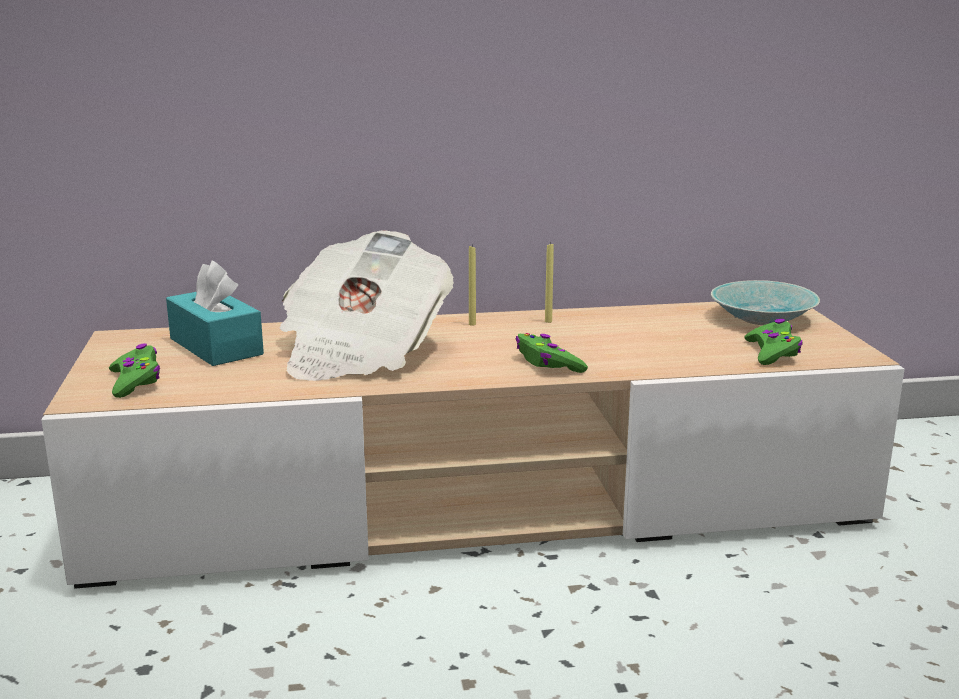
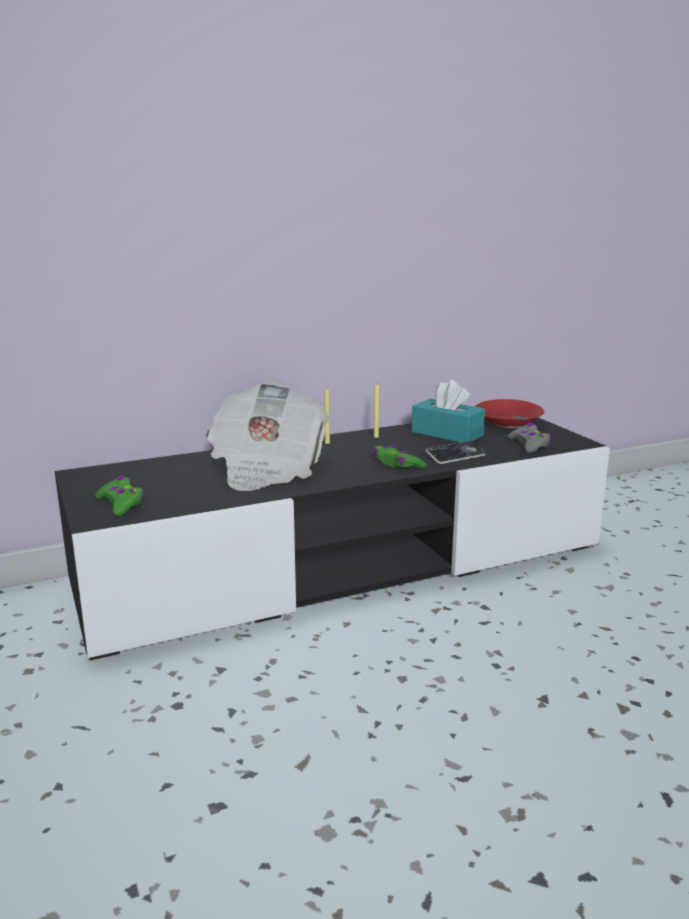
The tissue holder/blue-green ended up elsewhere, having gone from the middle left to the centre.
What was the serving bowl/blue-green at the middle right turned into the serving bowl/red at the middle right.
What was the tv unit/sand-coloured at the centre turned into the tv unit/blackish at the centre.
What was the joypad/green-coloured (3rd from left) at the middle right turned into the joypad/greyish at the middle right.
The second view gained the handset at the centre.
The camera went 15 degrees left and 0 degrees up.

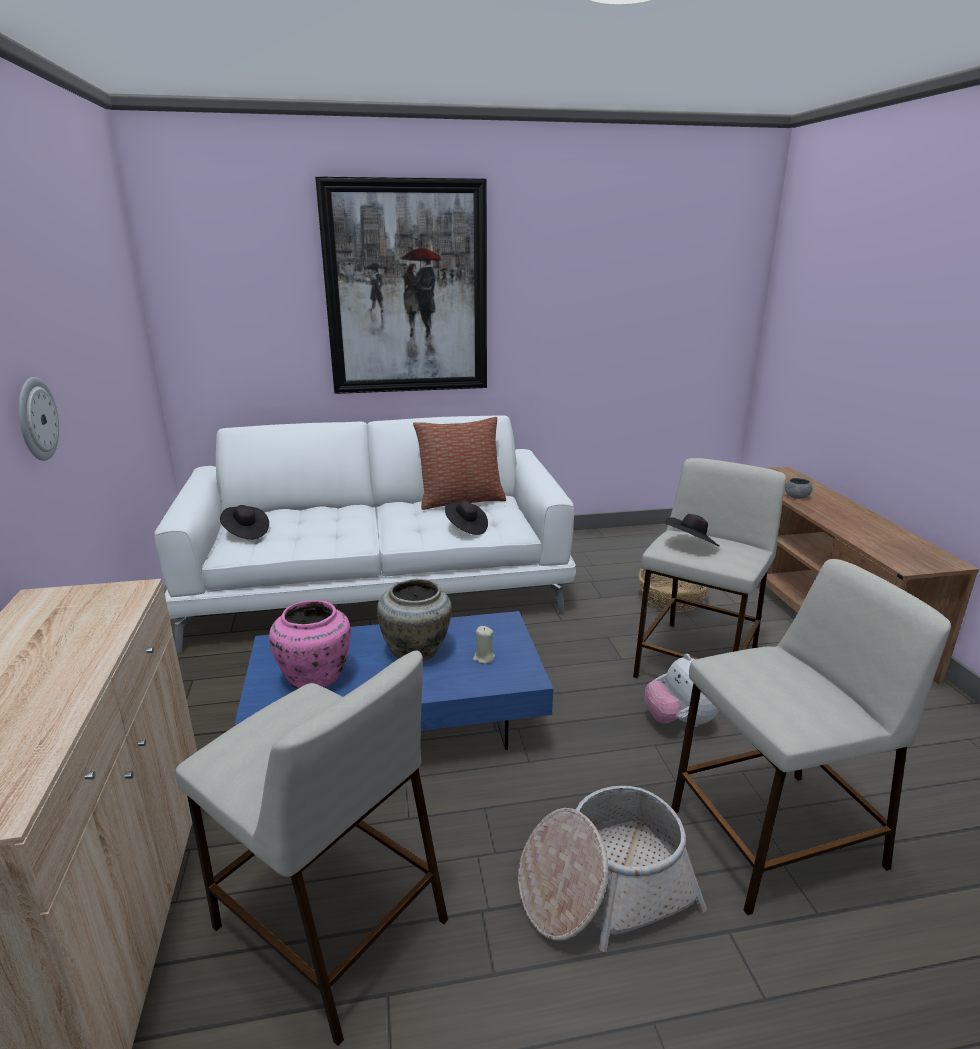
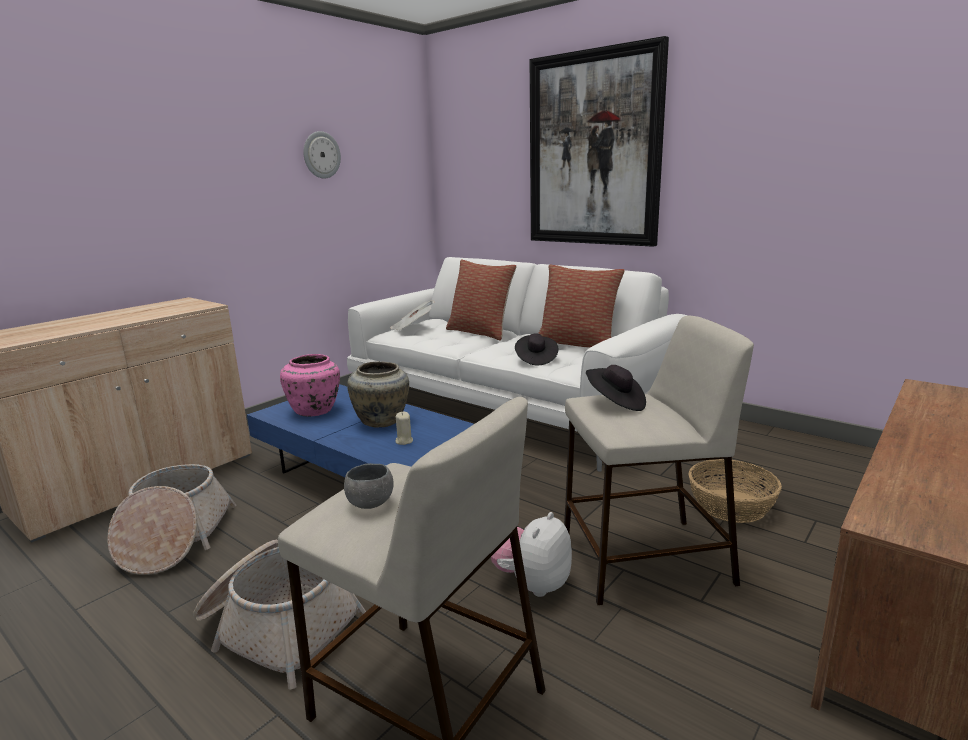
The wall clock ended up elsewhere, having gone from the middle left to the top left.
The serving bowl/greyish ended up elsewhere, having gone from the middle right to the centre.
Where the wearable hat/blackish (1st from left) stood at the middle left, the newspaper came to stand at the centre.
Where the stool seat/sand-coloured (1st from left) stood at the bottom left, the storage basket (1st from left) came to stand at the bottom left.
The second view gained the throw pillow (1st from left) at the centre.
The camera went 50 degrees right and 5 degrees down.

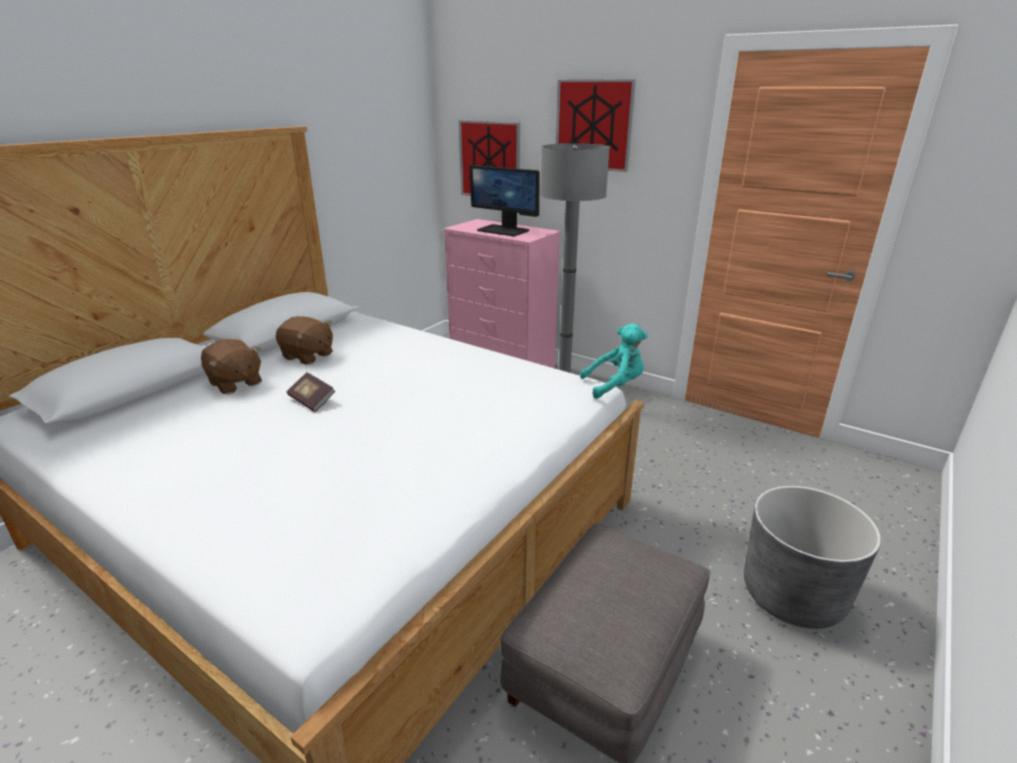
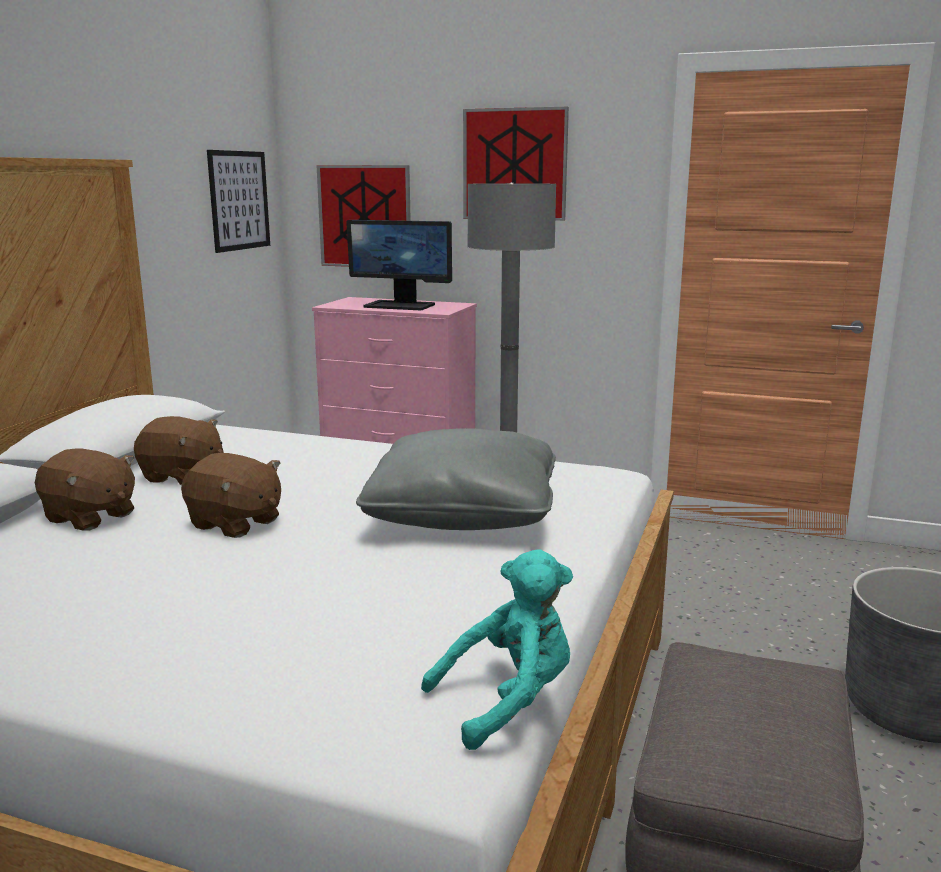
The cuddly toy/blue-green ended up elsewhere, having gone from the centre to the bottom centre.
Where the book stood at the middle left, the cuddly toy/brown (3rd from left) came to stand at the middle left.
The second view gained the wall picture (1st from left) at the top left.
The second view gained the throw pillow/greyish at the centre.
The camera went 15 degrees left and 10 degrees down.

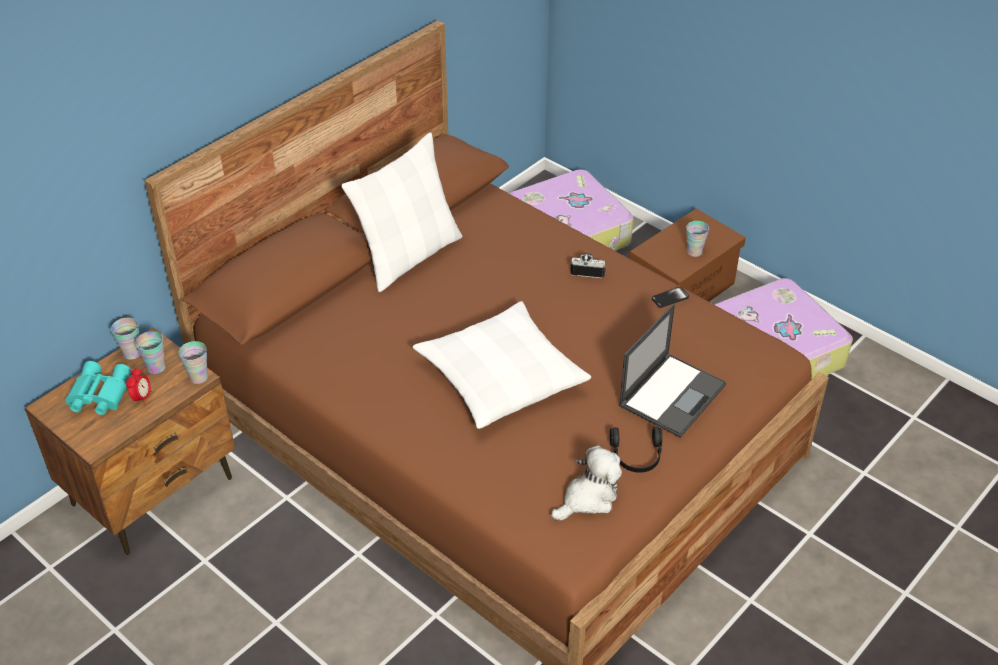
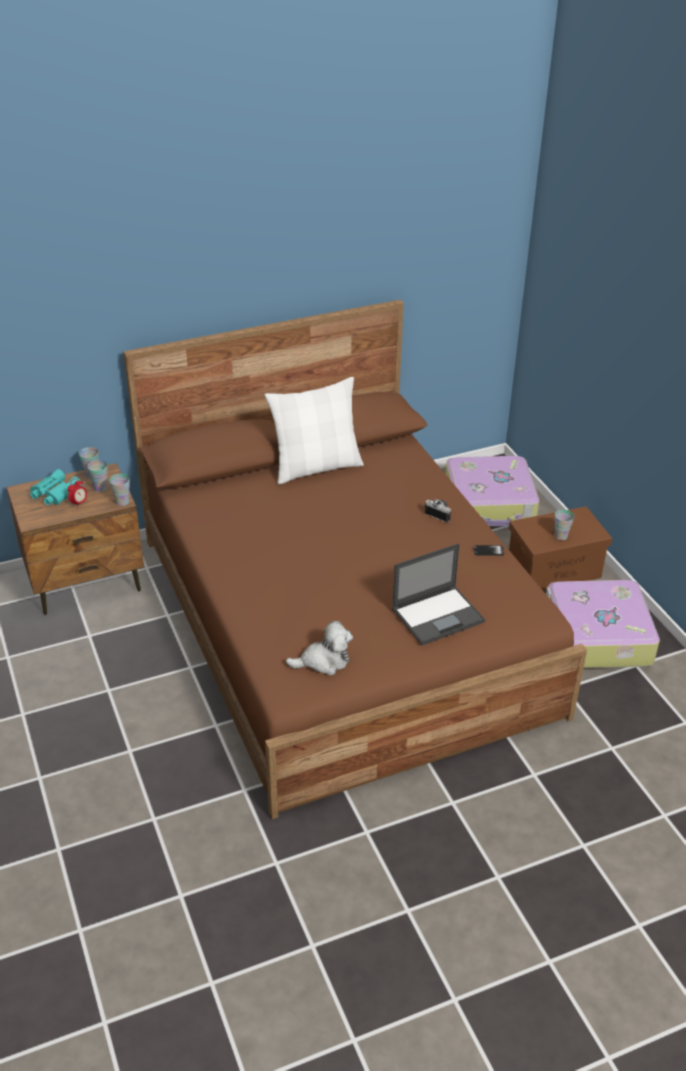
The second view lost the throw pillow/white-coloured (2nd from left) at the centre.
The second view lost the headphones/blackish at the bottom centre.
The camera went 25 degrees right and 5 degrees down.

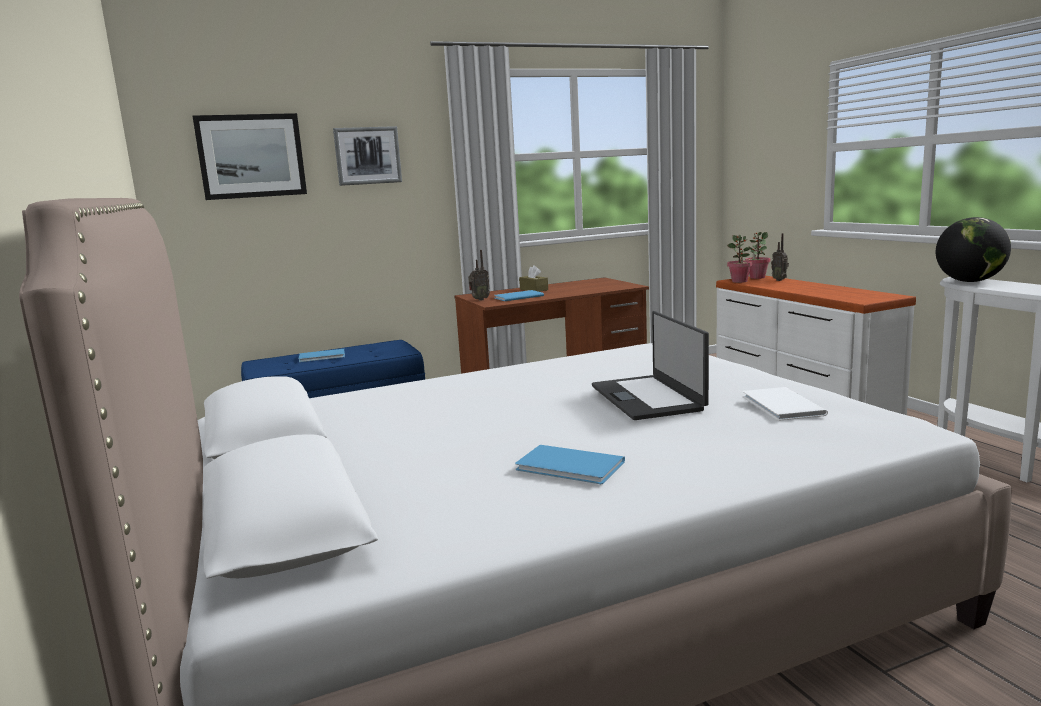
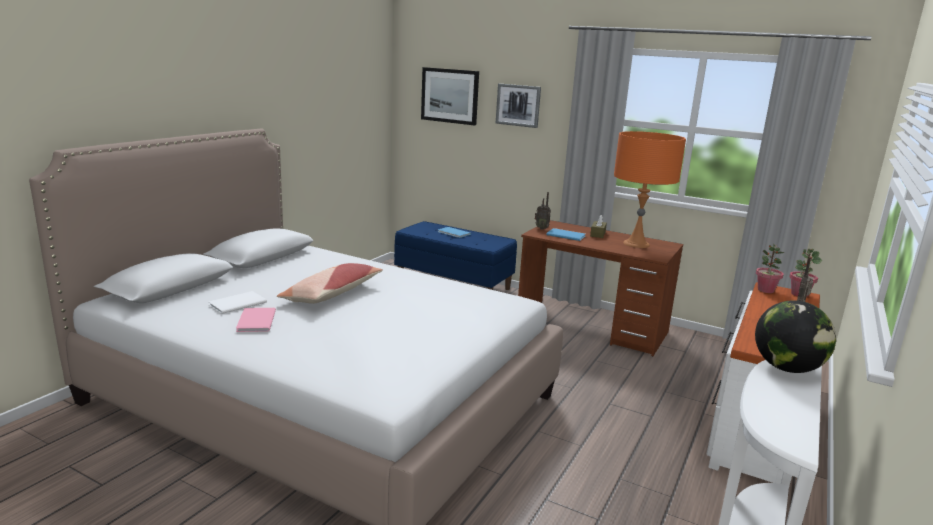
The second view lost the notebook computer at the centre.
The book/white-coloured ended up elsewhere, having gone from the middle right to the middle left.
What was the book/blue (3rd from left) at the centre turned into the book/pink at the middle left.
The second view gained the lamp for a table/orangey at the middle right.
The second view gained the throw pillow at the centre.
The camera went 50 degrees right and 5 degrees up.

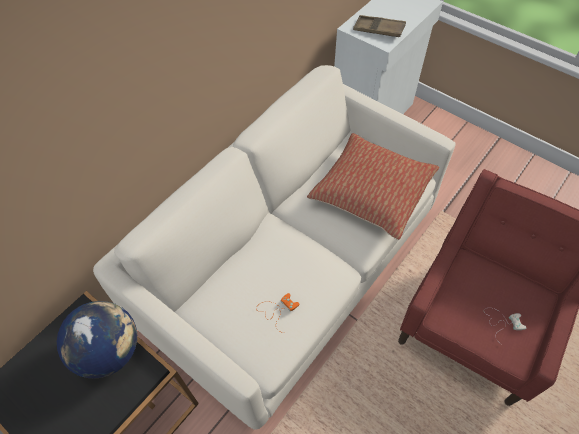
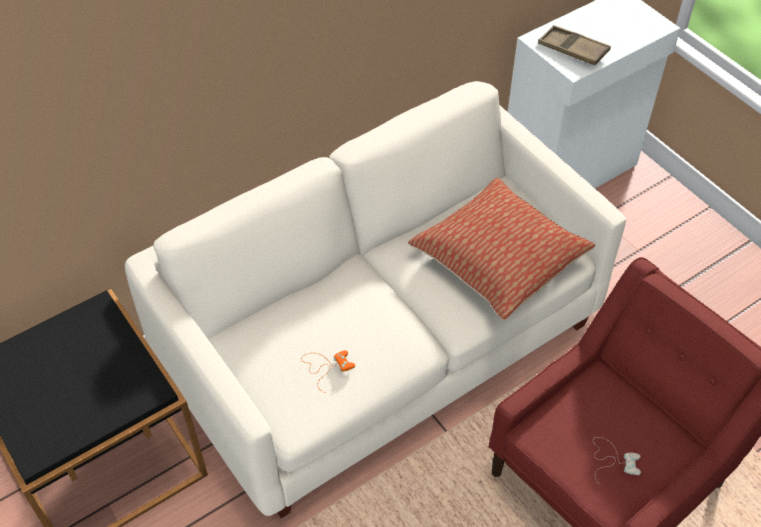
The second view lost the globe at the bottom left.
The camera went 15 degrees right and 5 degrees down.

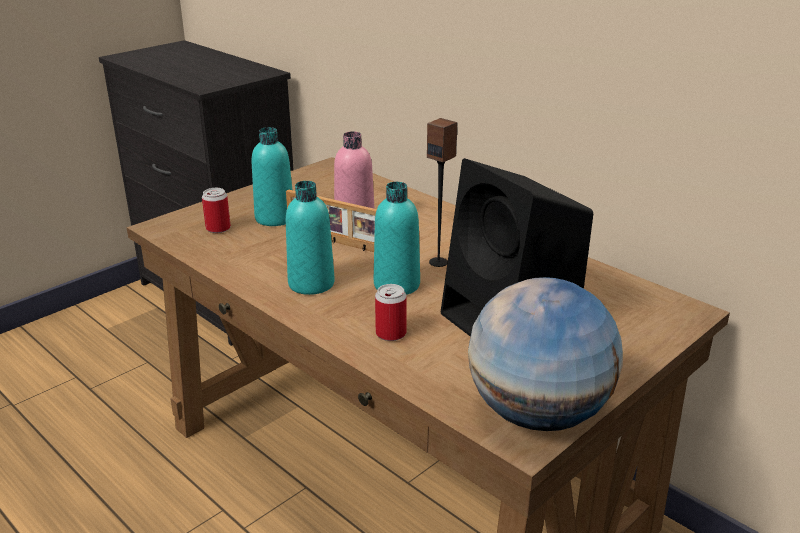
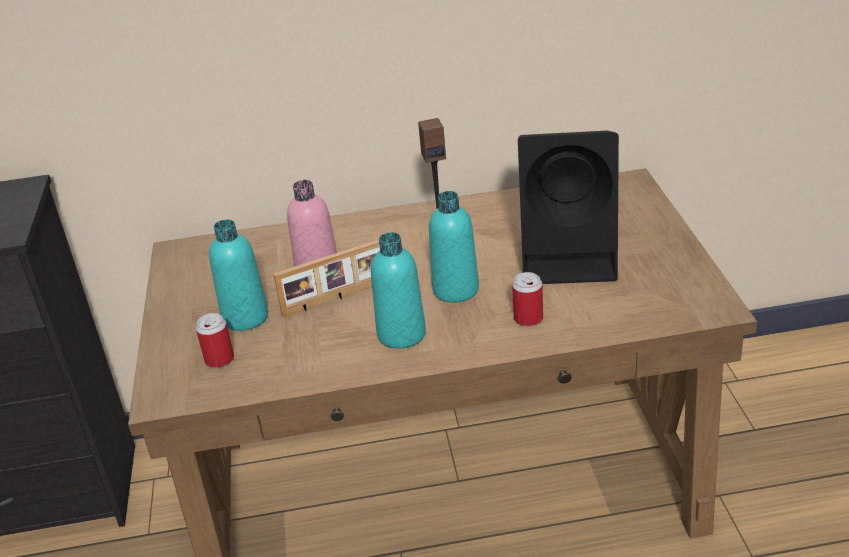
The second view lost the globe at the middle right.
The camera went 50 degrees left and 5 degrees up.

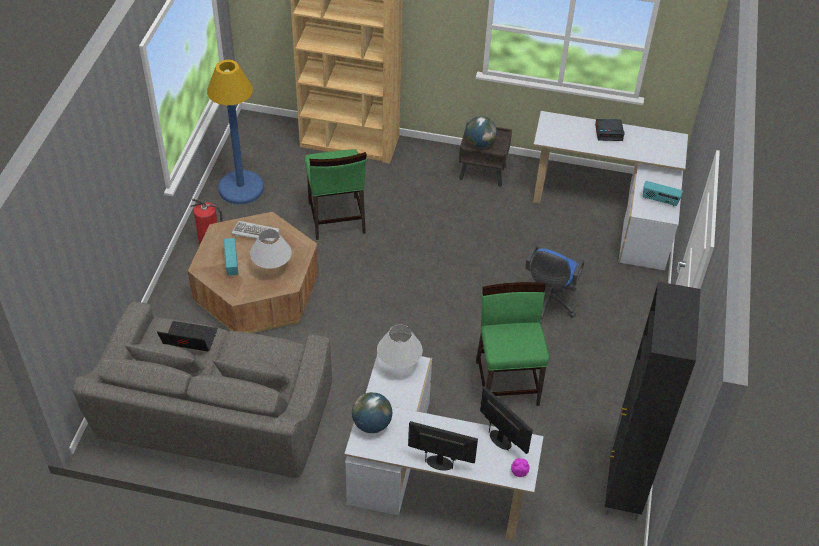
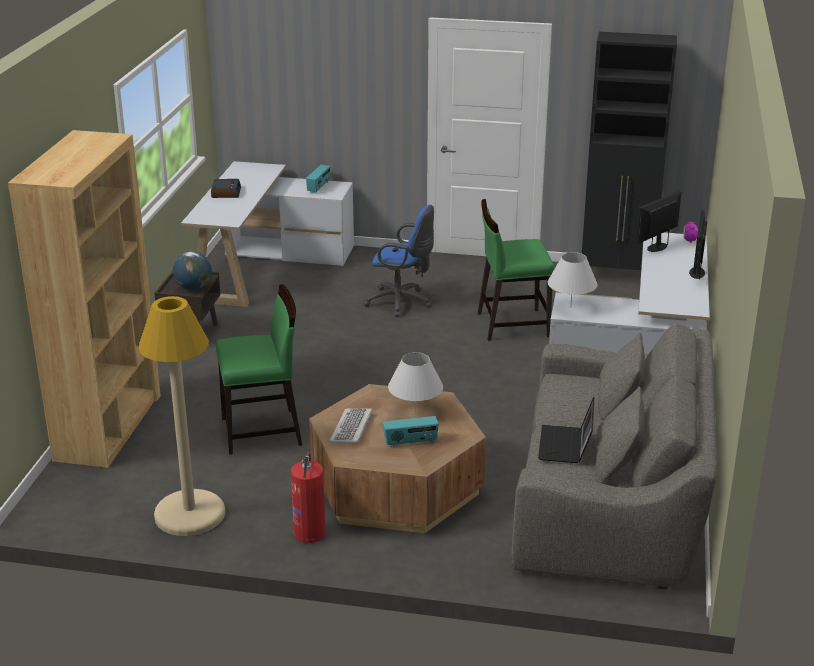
What was the standard lamp/blue at the top left turned into the standard lamp/sand-coloured at the middle left.
The second view lost the globe (1st from left) at the bottom centre.
The camera went 90 degrees left and 20 degrees down.

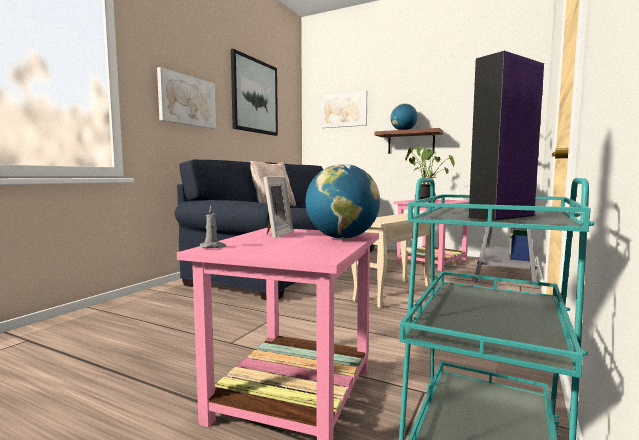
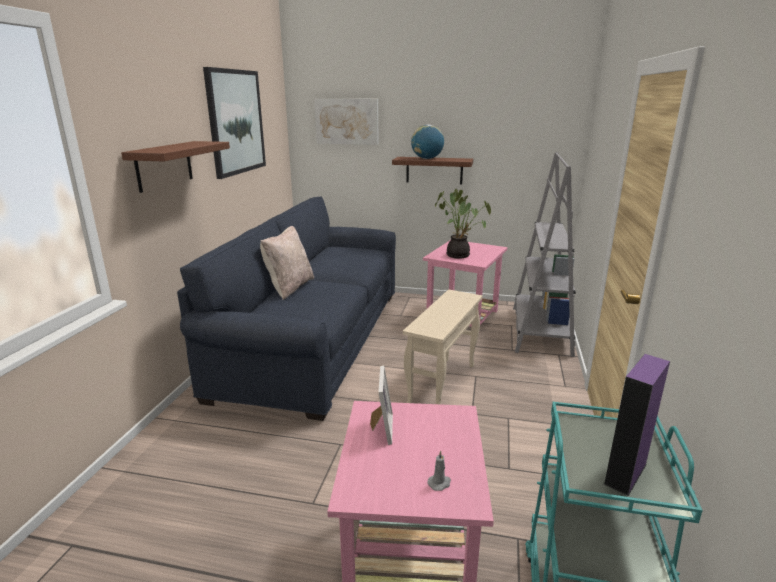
Where the wall picture (1st from left) hung at the top left, the bracket shelf/brown (1st from left) came to hang at the top left.
The second view lost the globe (1st from left) at the centre.
The wax candle/greyish ended up elsewhere, having gone from the centre to the bottom centre.
The camera went 15 degrees left and 15 degrees up.

